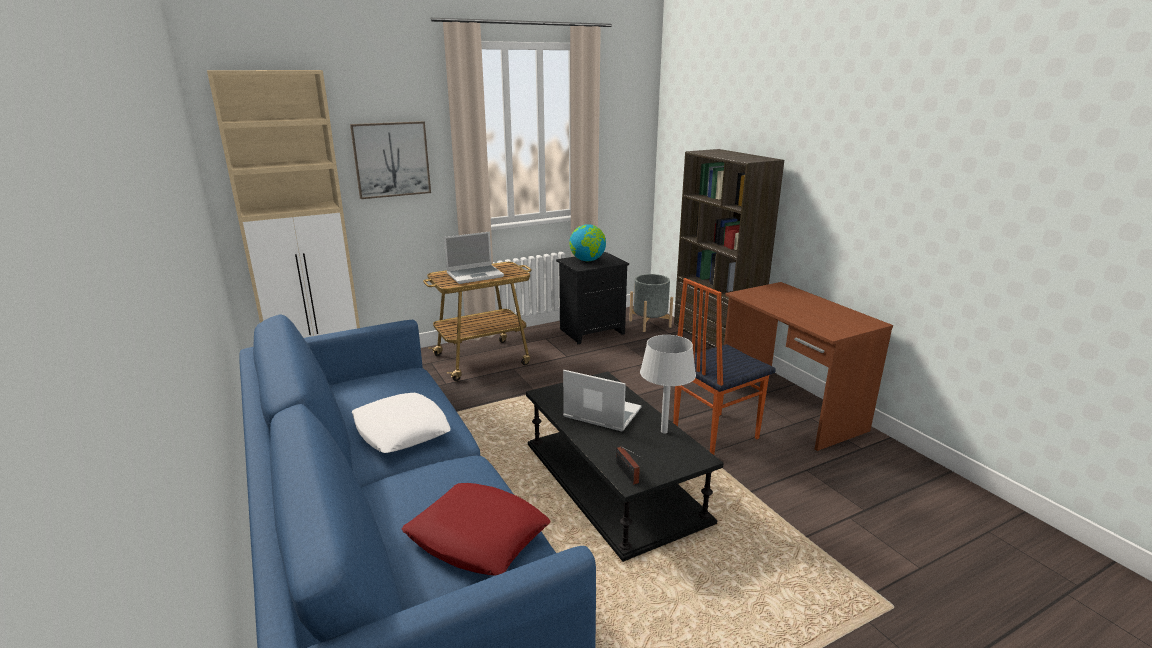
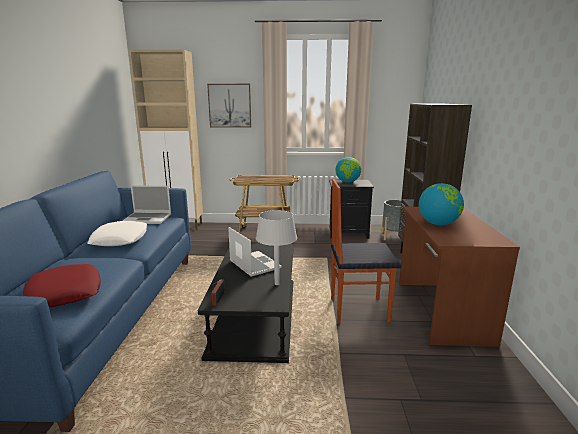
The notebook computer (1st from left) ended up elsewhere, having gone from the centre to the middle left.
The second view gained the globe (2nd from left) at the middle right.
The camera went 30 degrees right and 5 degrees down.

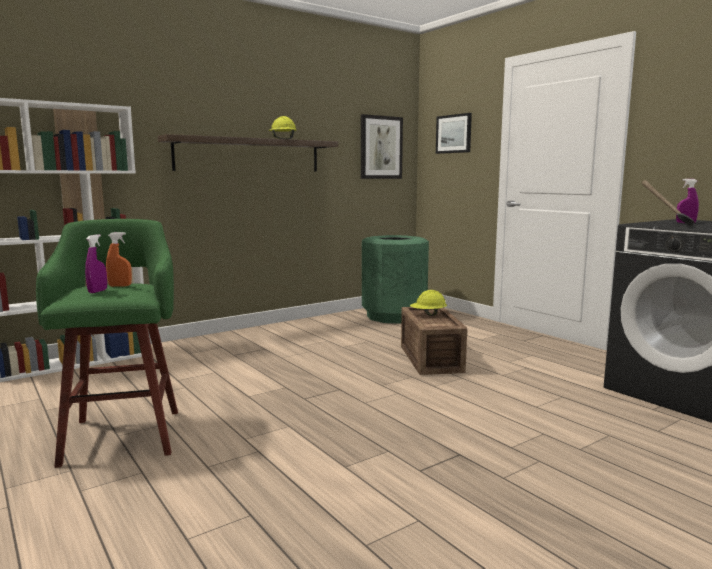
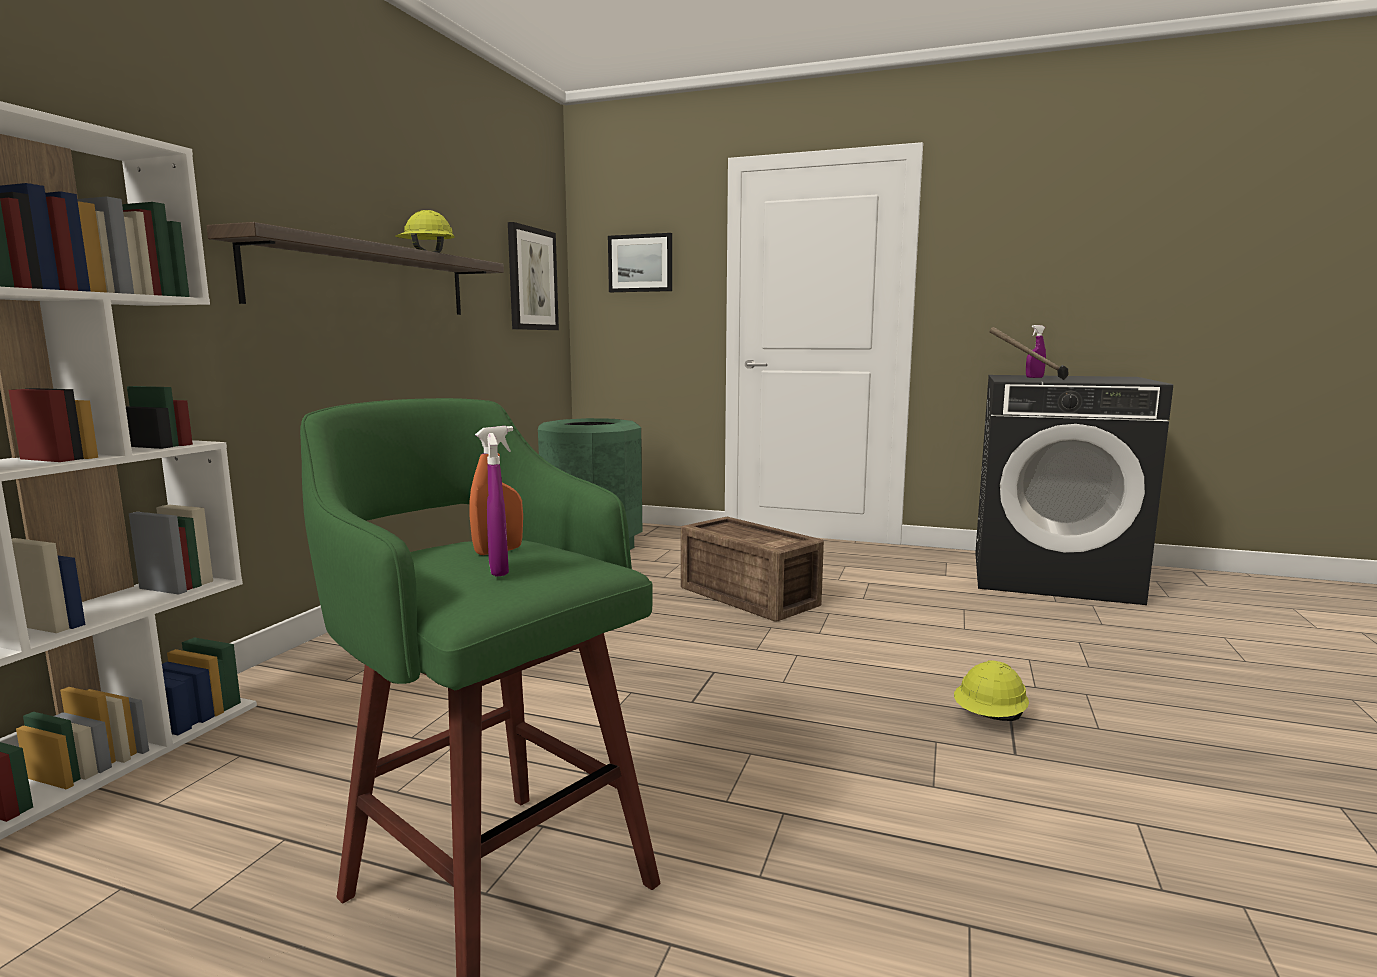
The safety helmet/yellowish (2nd from left) ended up elsewhere, having gone from the centre to the bottom right.
The camera went 35 degrees left and 0 degrees up.

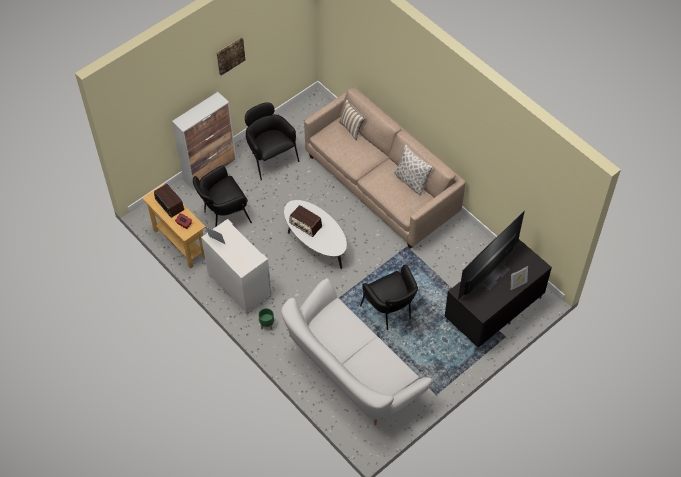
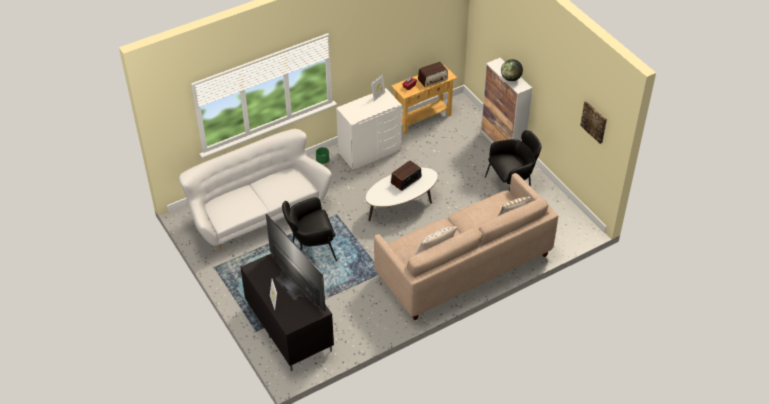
The wall picture ended up elsewhere, having gone from the top centre to the top right.
The second view lost the lounge chair/blackish (1st from left) at the middle left.
The second view gained the globe at the top centre.
The camera went 100 degrees right and 10 degrees down.

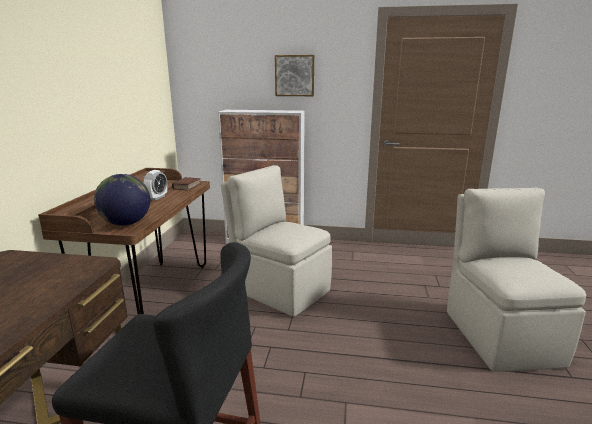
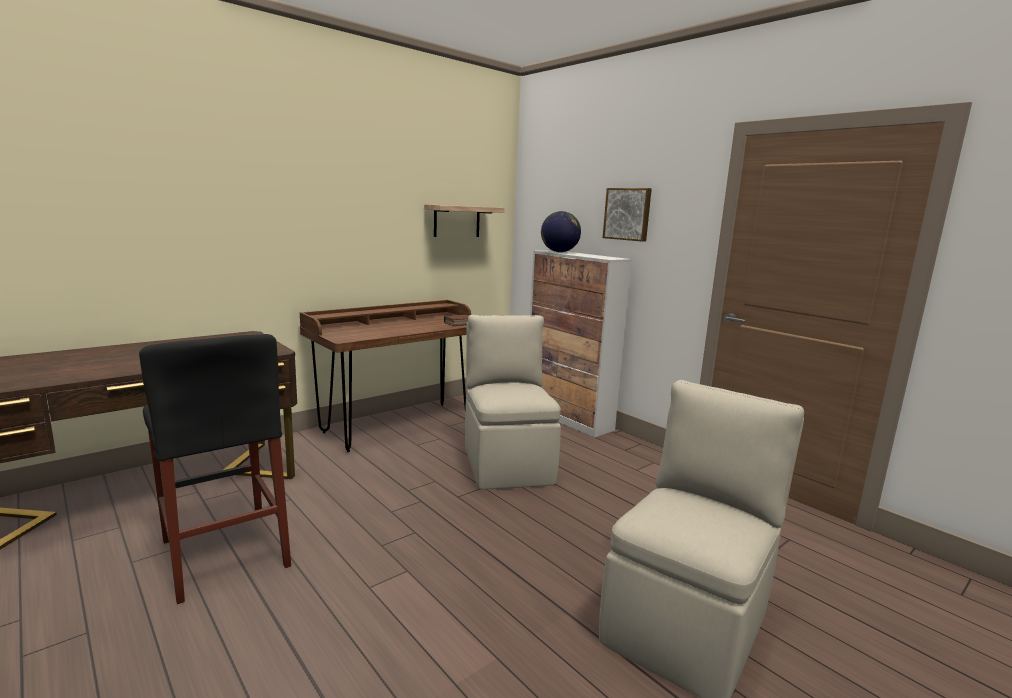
The second view lost the alarm clock at the middle left.
The globe ended up elsewhere, having gone from the middle left to the top centre.
The second view gained the bracket shelf at the top centre.
The camera went 40 degrees right and 5 degrees down.

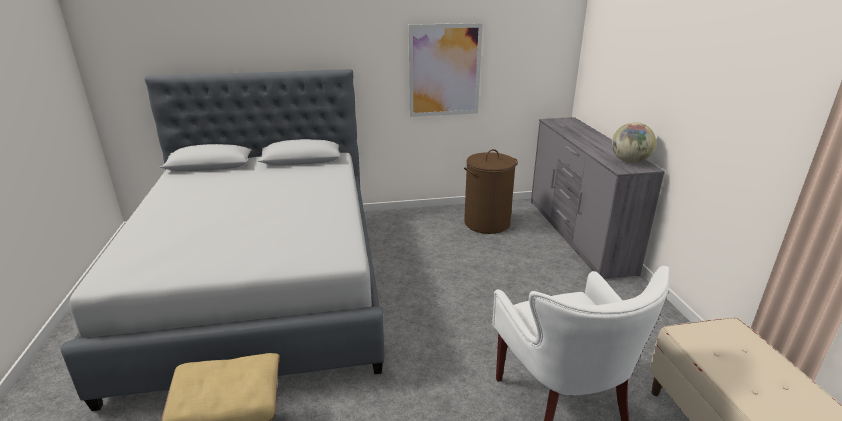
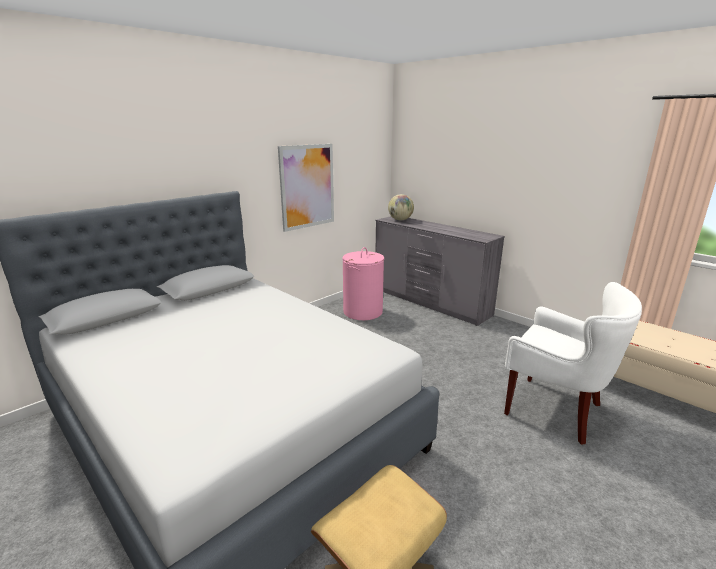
The globe ended up elsewhere, having gone from the middle right to the centre.
What was the washing basket/brown at the centre turned into the washing basket/pink at the centre.
The camera went 35 degrees left and 5 degrees down.

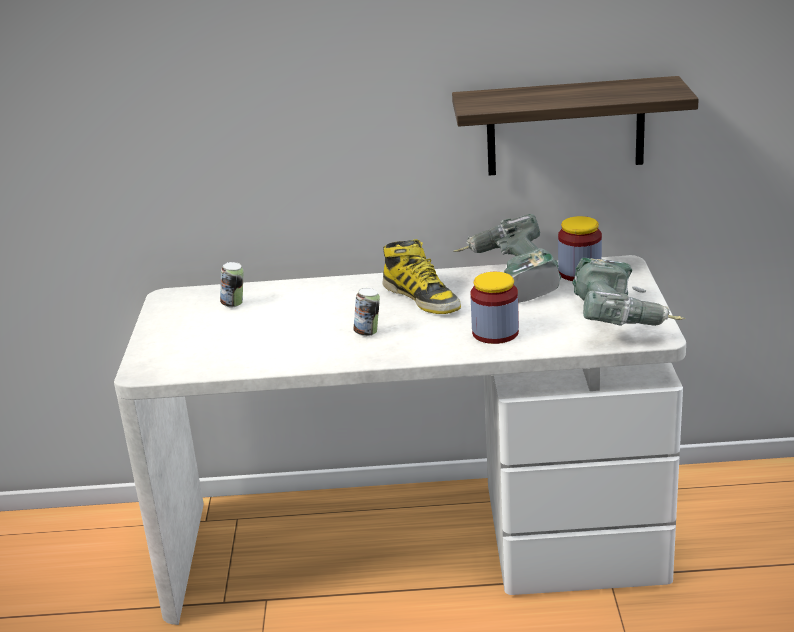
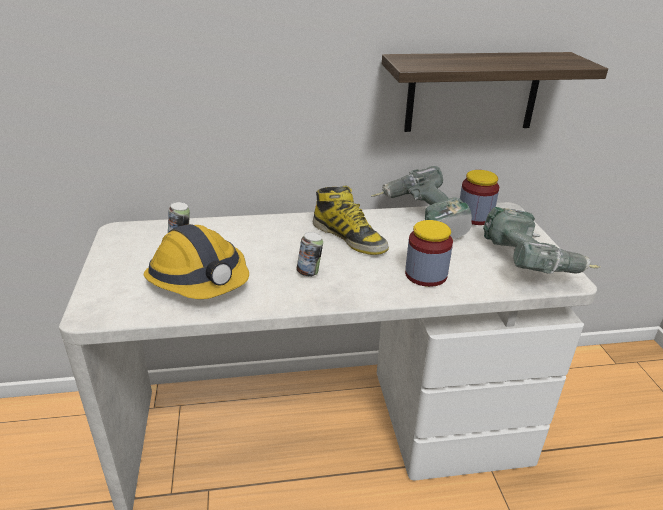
The second view gained the safety helmet at the middle left.
The camera went 10 degrees left and 5 degrees up.

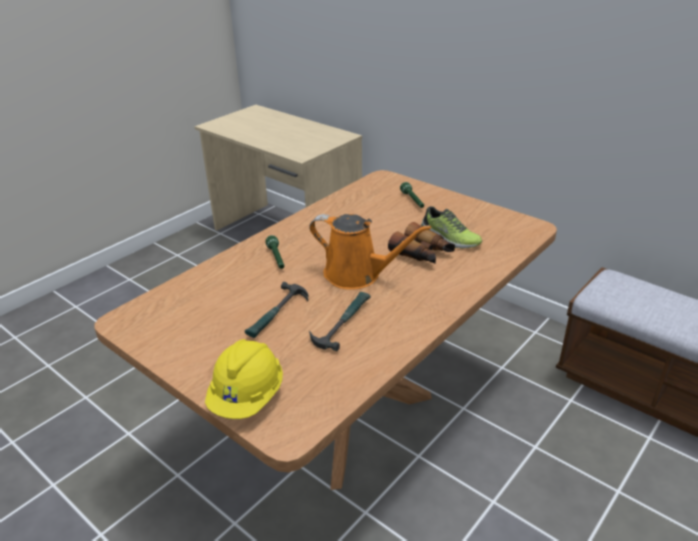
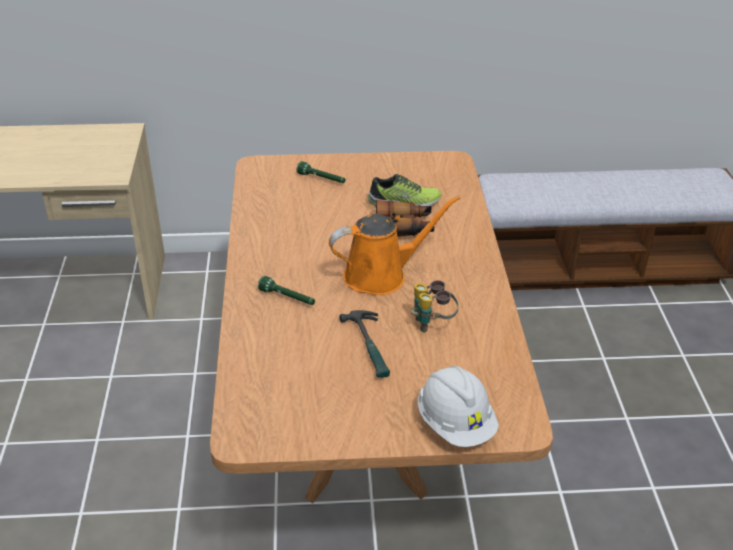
Where the hammer (2nd from left) stood at the centre, the field glasses (2nd from left) came to stand at the centre.
What was the safety helmet/yellowish at the bottom centre turned into the safety helmet/white-coloured at the bottom centre.
The camera went 45 degrees left and 5 degrees up.

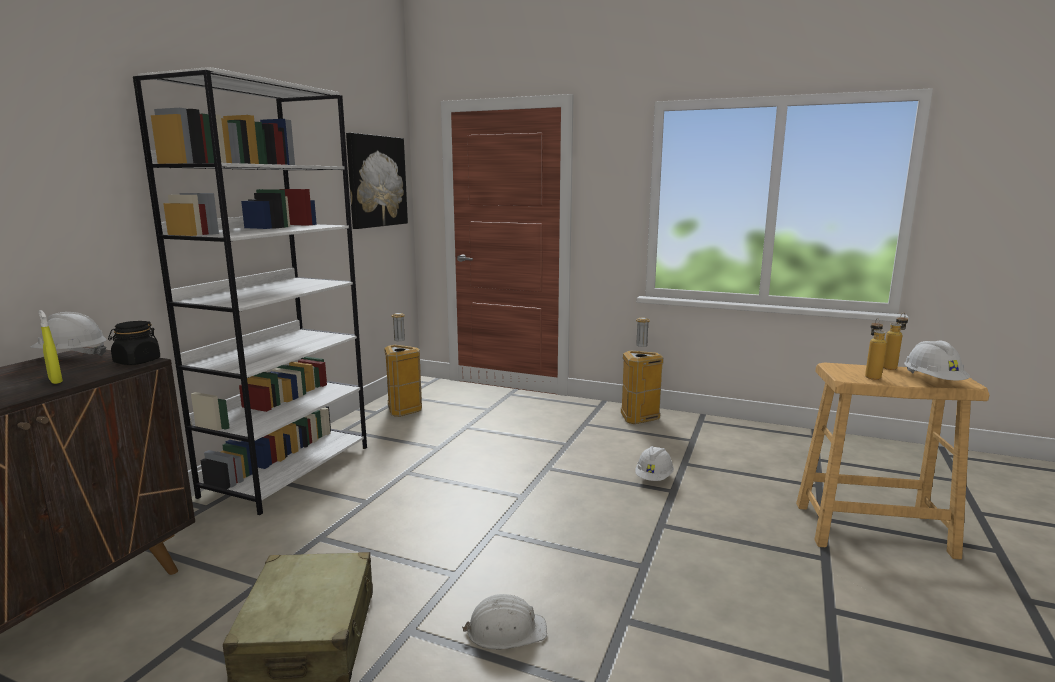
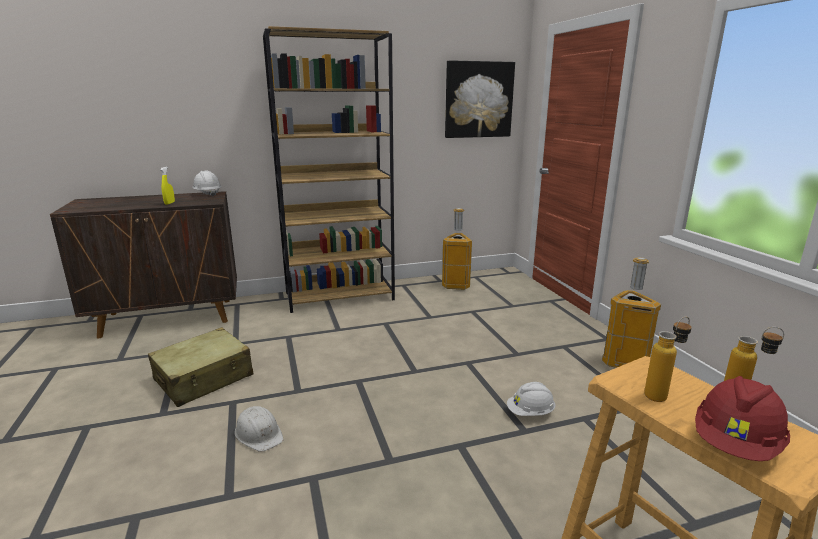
What was the shelving unit/white-coloured at the middle left turned into the shelving unit/brown at the top centre.
The second view lost the preserve jar/blackish at the middle left.
What was the safety helmet/white-coloured (4th from left) at the middle right turned into the safety helmet/red at the bottom right.
The camera went 50 degrees right and 5 degrees up.

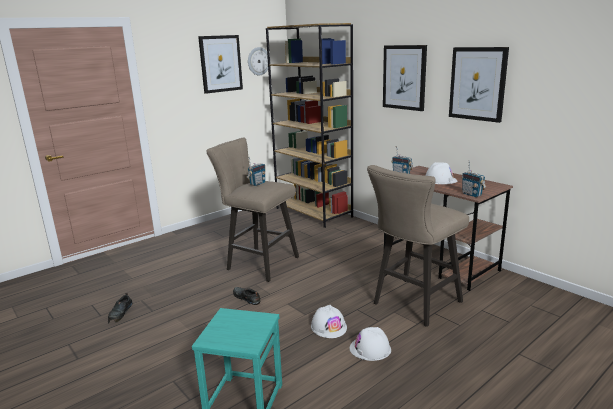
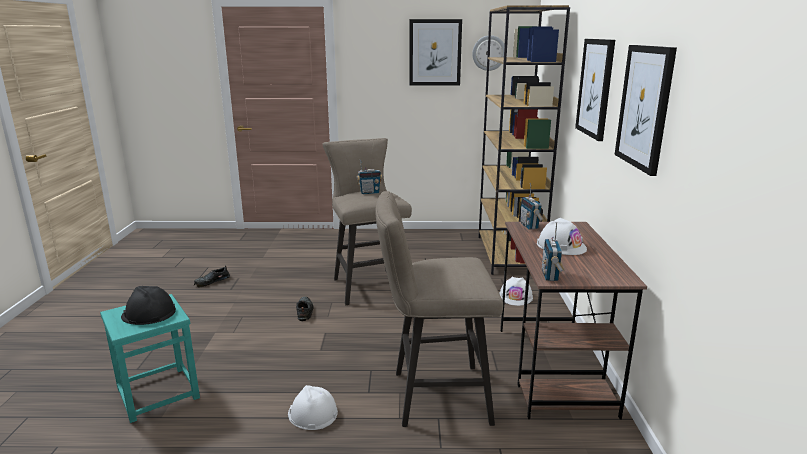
The safety helmet/white-coloured (1st from left in the first image) ended up elsewhere, having gone from the bottom centre to the centre.
The second view gained the safety helmet/blackish at the bottom left.
The camera went 40 degrees right and 0 degrees up.

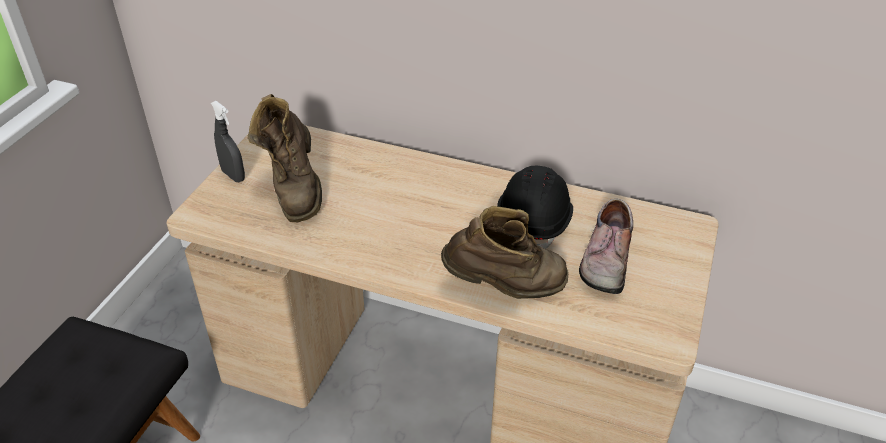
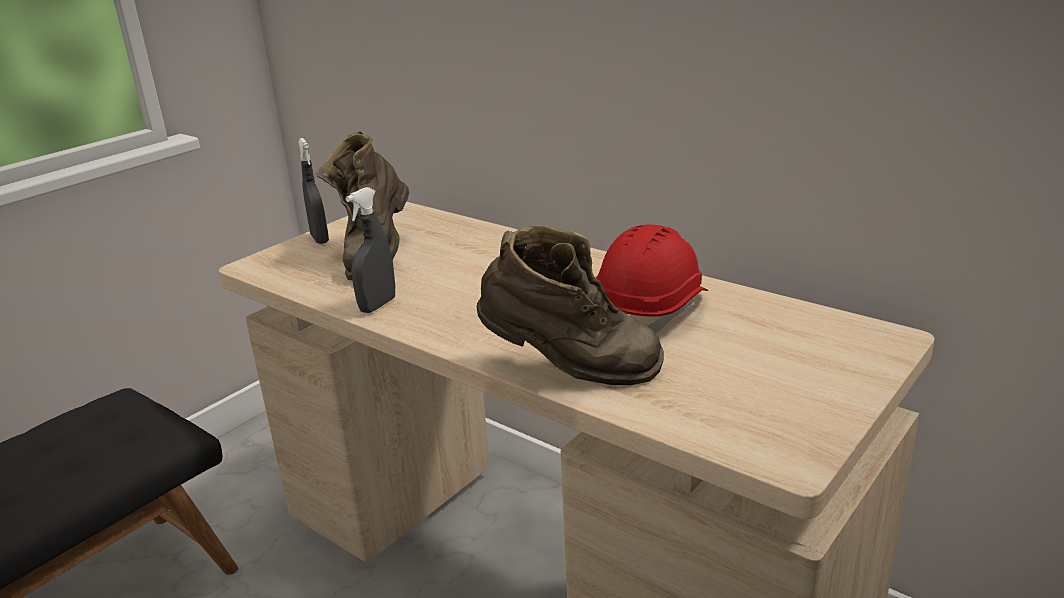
What was the safety helmet/blackish at the centre turned into the safety helmet/red at the centre.
The second view lost the low shoe at the middle right.
The second view gained the sprayer/greyish (2nd from left) at the centre.
The camera went 20 degrees right and 15 degrees down.

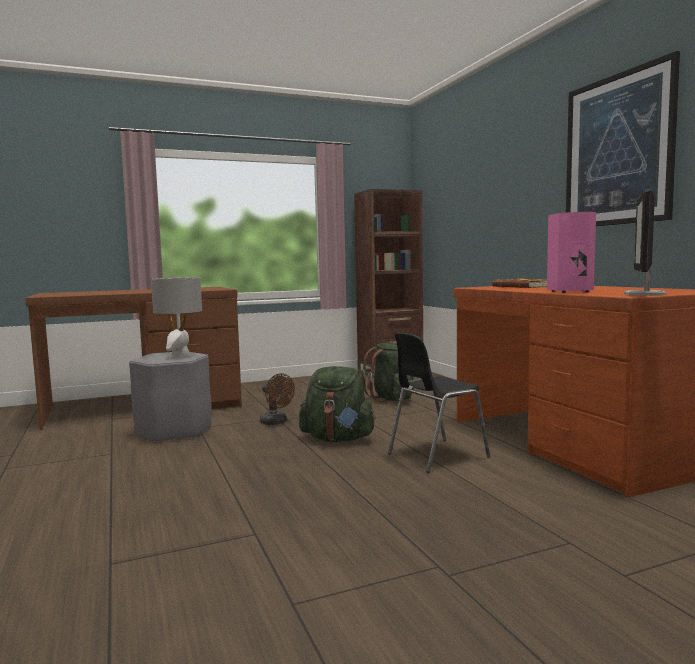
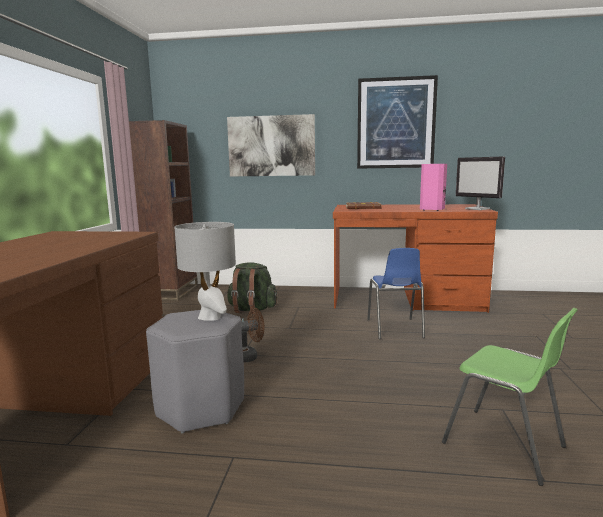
What was the plain chair/blackish at the centre turned into the plain chair/blue at the centre.
The second view lost the backpack/green-coloured (1st from left) at the centre.
The second view gained the wall picture (1st from left) at the top centre.
The second view gained the plain chair/green-coloured at the bottom right.
The camera went 60 degrees left and 5 degrees up.

